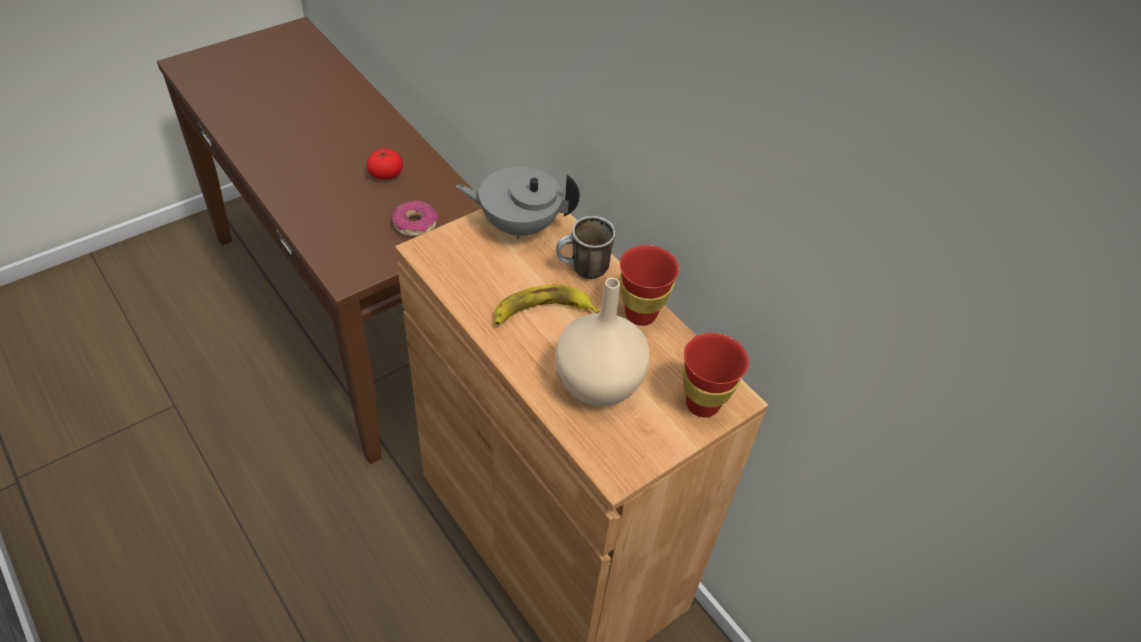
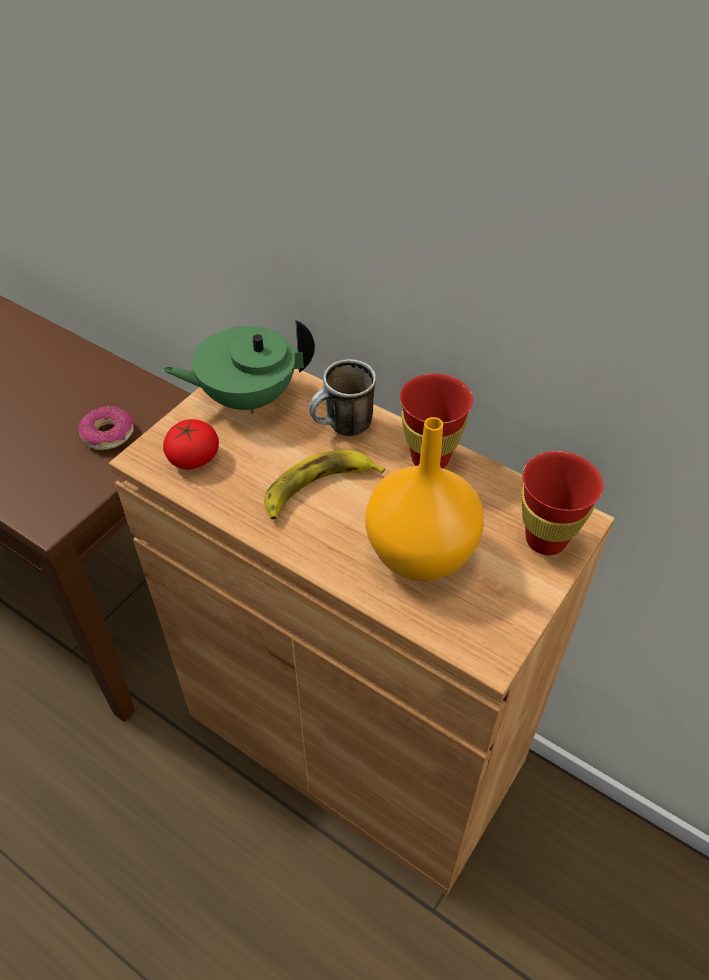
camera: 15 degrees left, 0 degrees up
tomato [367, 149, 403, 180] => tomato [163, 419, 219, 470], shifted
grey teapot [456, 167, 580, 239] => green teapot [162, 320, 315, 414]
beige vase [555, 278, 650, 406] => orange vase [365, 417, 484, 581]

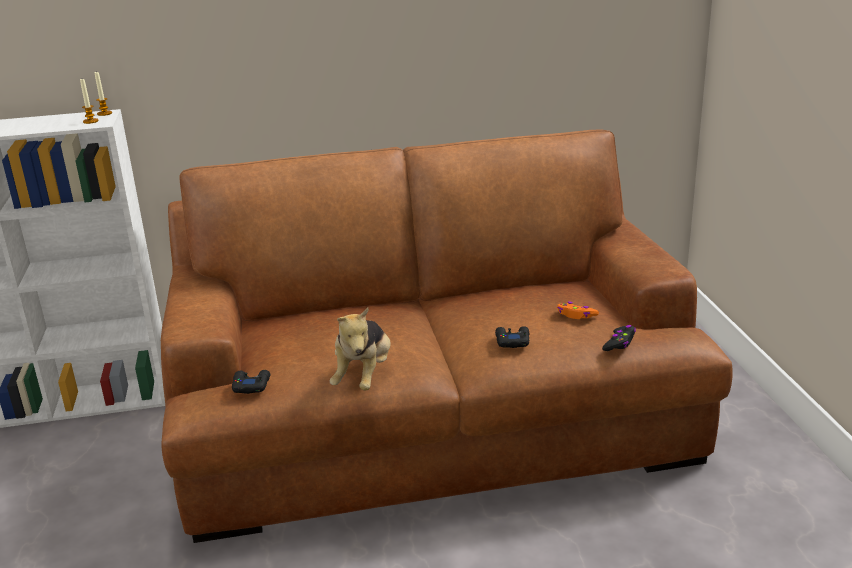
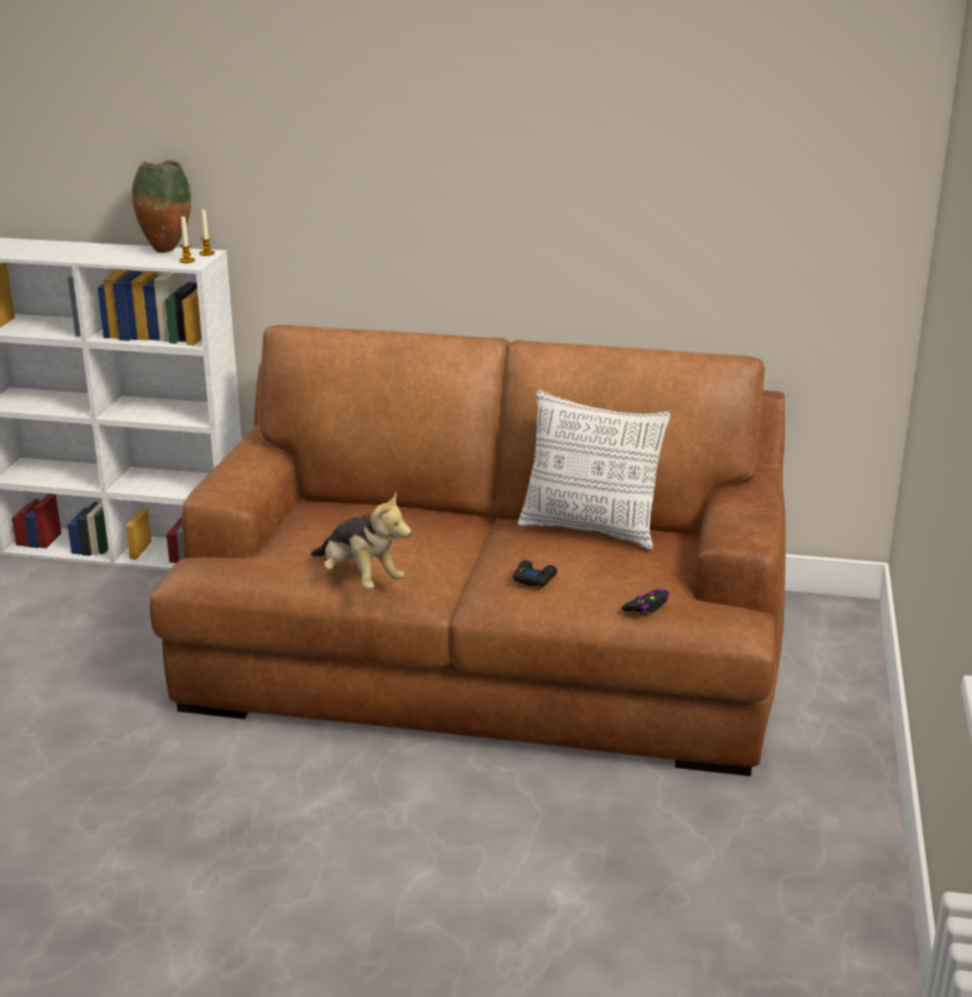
camera: 20 degrees right, 0 degrees up
black game controller [232, 370, 270, 394] => nothing
plush toy [330, 307, 391, 391] => plush toy [311, 492, 412, 589], 75 degrees counterclockwise
orange game controller [557, 301, 599, 319] => nothing
nothing => vase [132, 160, 191, 253]
nothing => pillow [518, 390, 671, 550]

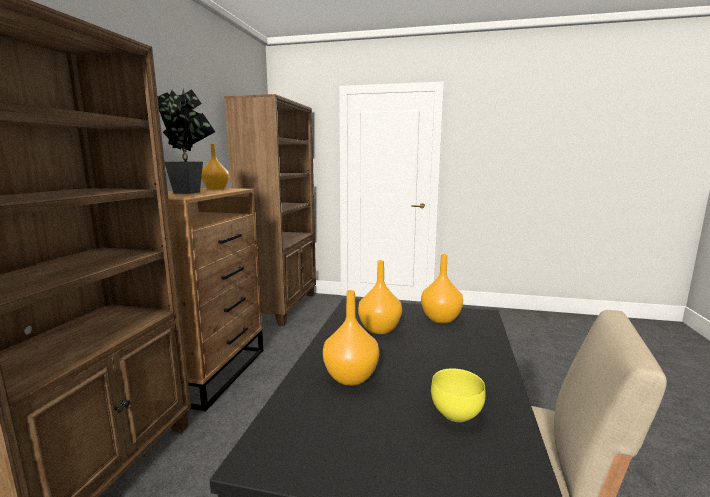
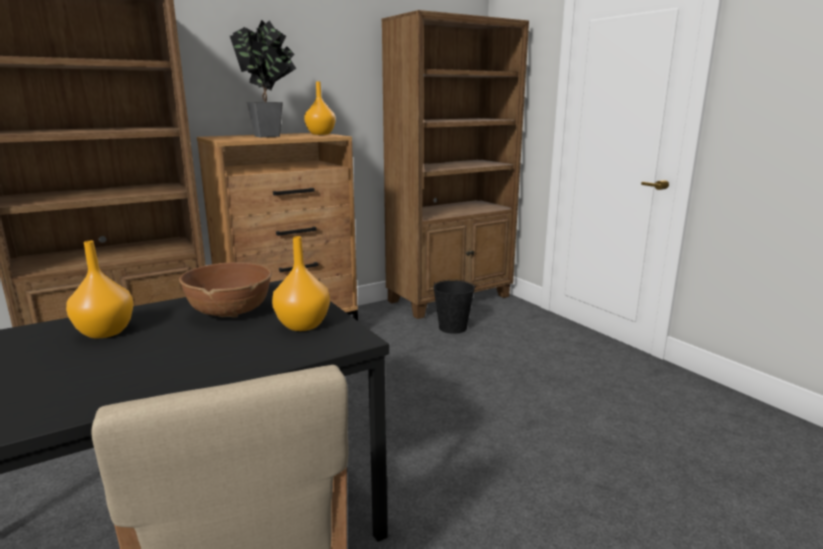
camera: 45 degrees right, 5 degrees up
orange vase [358, 260, 402, 334] => brown bowl [179, 262, 272, 318]
yellow bowl [431, 368, 486, 422] => nothing
nothing => black bucket [433, 280, 475, 334]

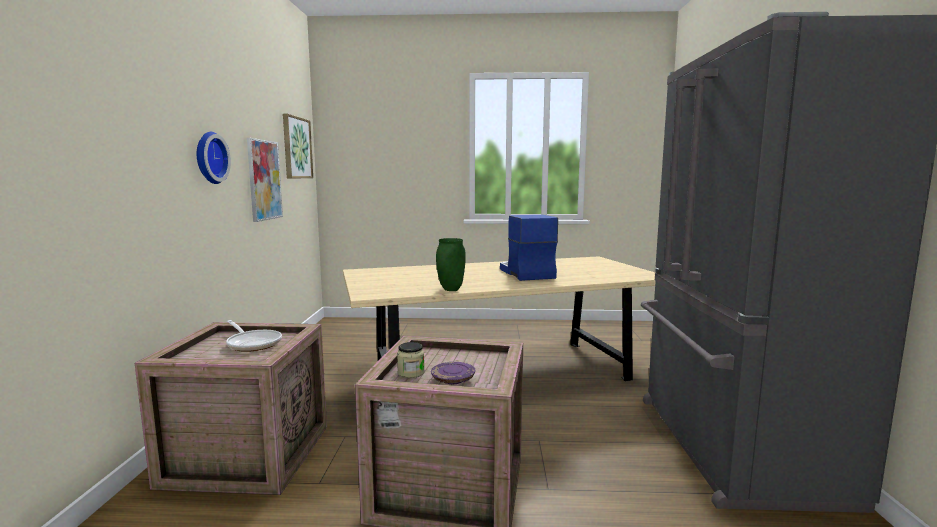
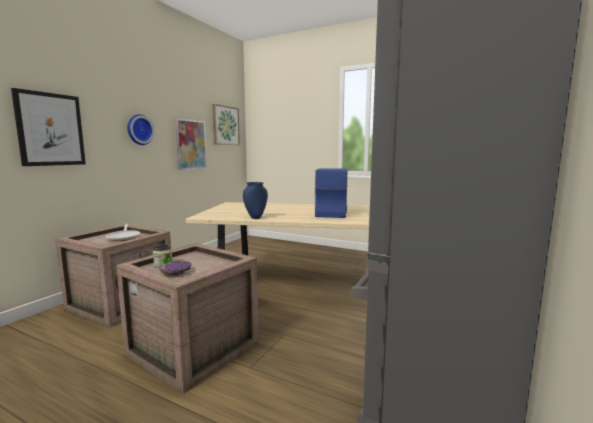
camera: 25 degrees right, 0 degrees up
green vase [436, 238, 466, 291] => blue vase [243, 182, 268, 219]
nothing => picture [11, 88, 86, 166]

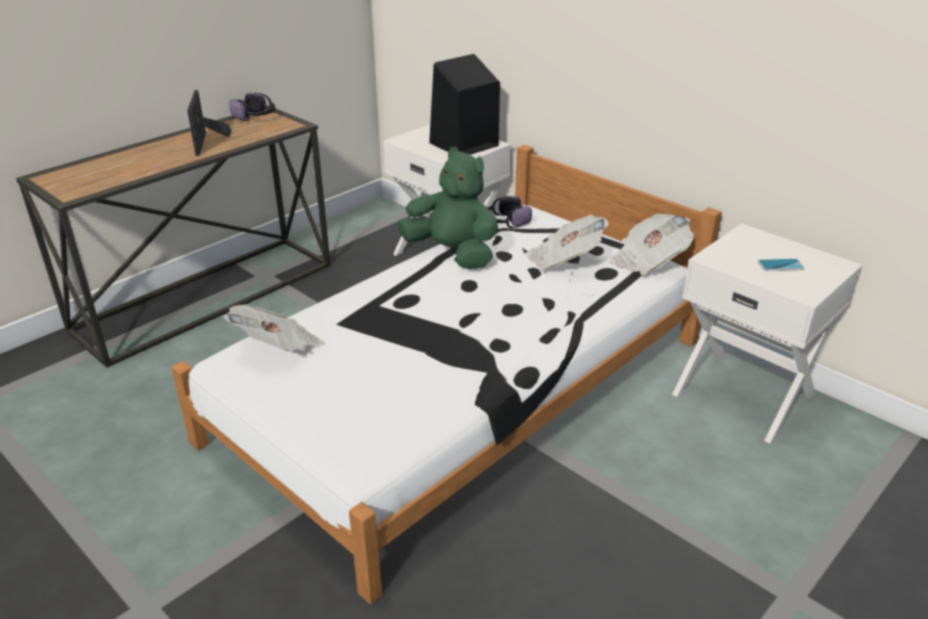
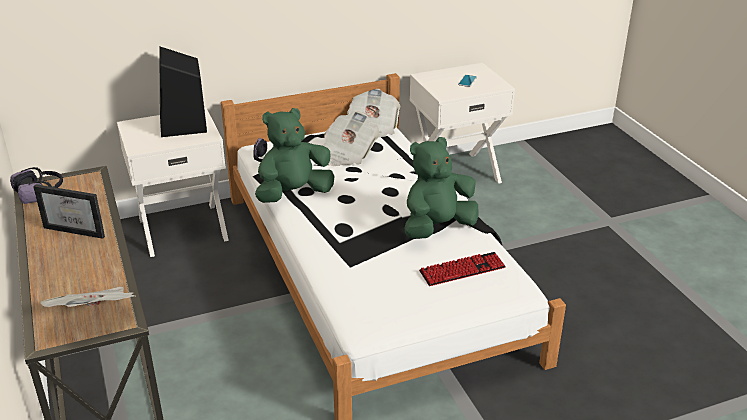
camera: 65 degrees left, 0 degrees up
newspaper [223, 305, 325, 351] => newspaper [41, 287, 135, 307], shifted
nothing => green plush toy [405, 137, 479, 239]
nothing => keyboard [419, 252, 506, 286]

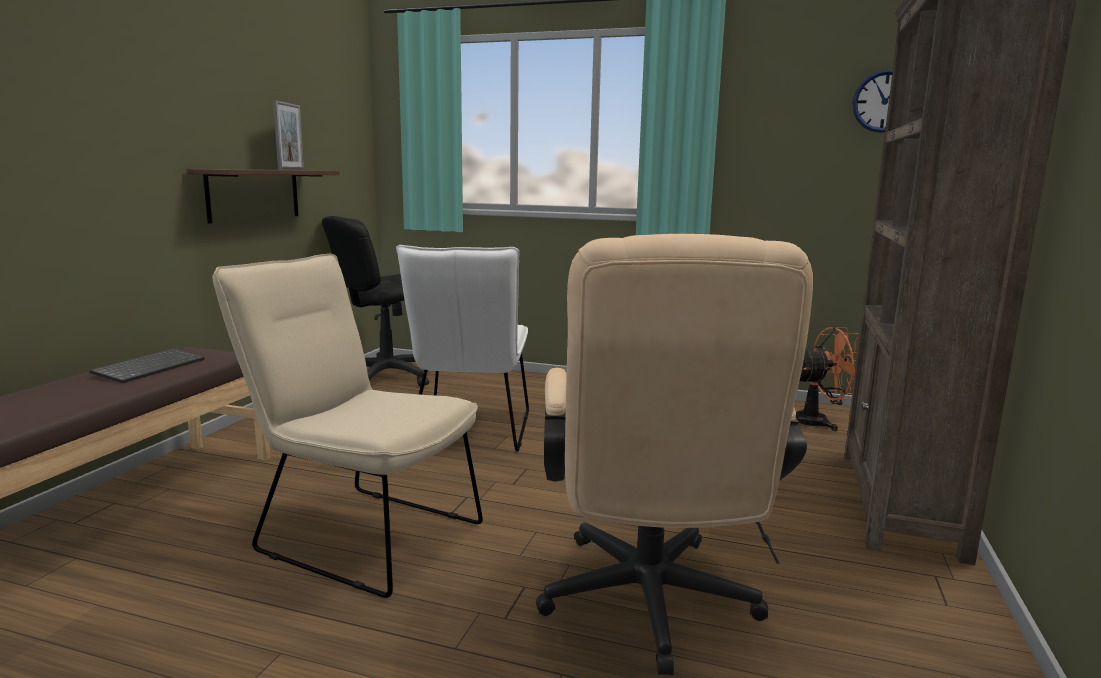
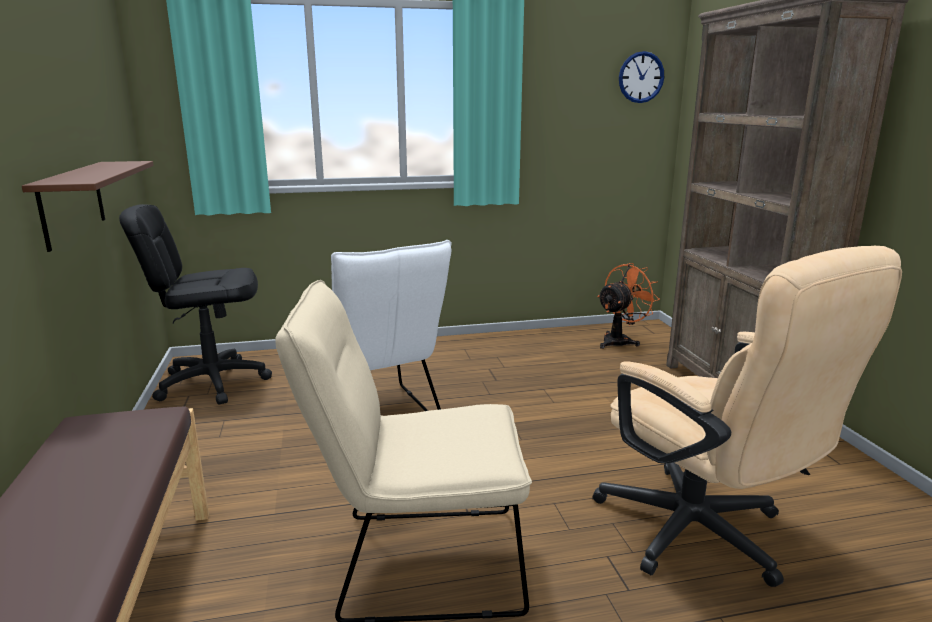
camera: 30 degrees left, 5 degrees up
keyboard [89, 348, 205, 383] => nothing
picture frame [273, 100, 304, 170] => nothing
black office chair [322, 216, 429, 386] => black office chair [119, 204, 272, 405], 60 degrees clockwise

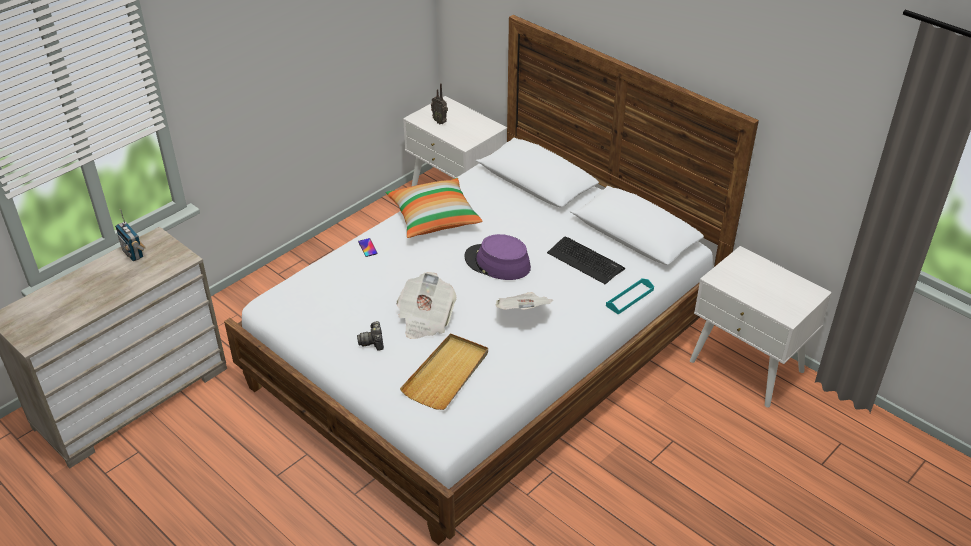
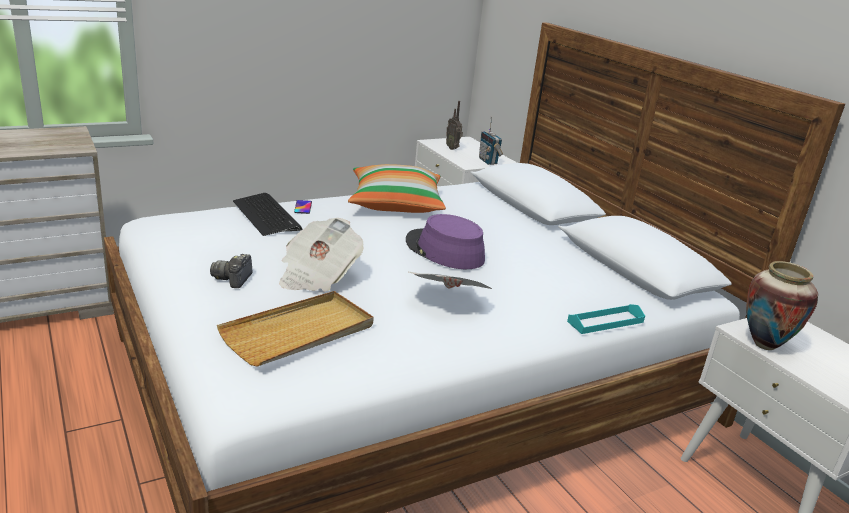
camera: 15 degrees right, 15 degrees down
radio [115, 209, 146, 261] => radio [479, 117, 503, 165], shifted
keyboard [547, 236, 625, 284] => keyboard [233, 193, 302, 236], shifted
nothing => vase [746, 261, 818, 350]

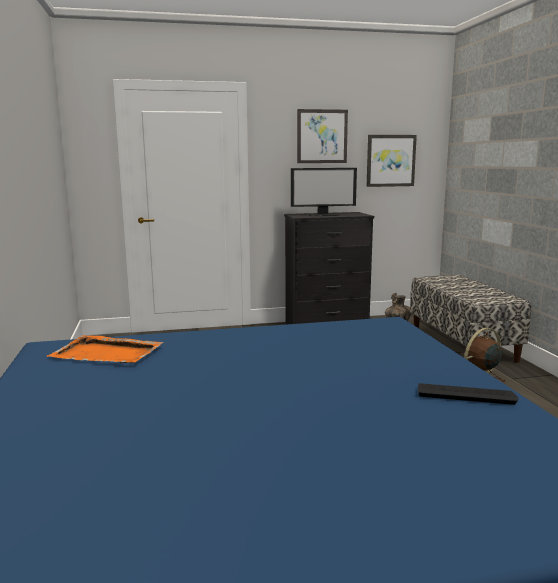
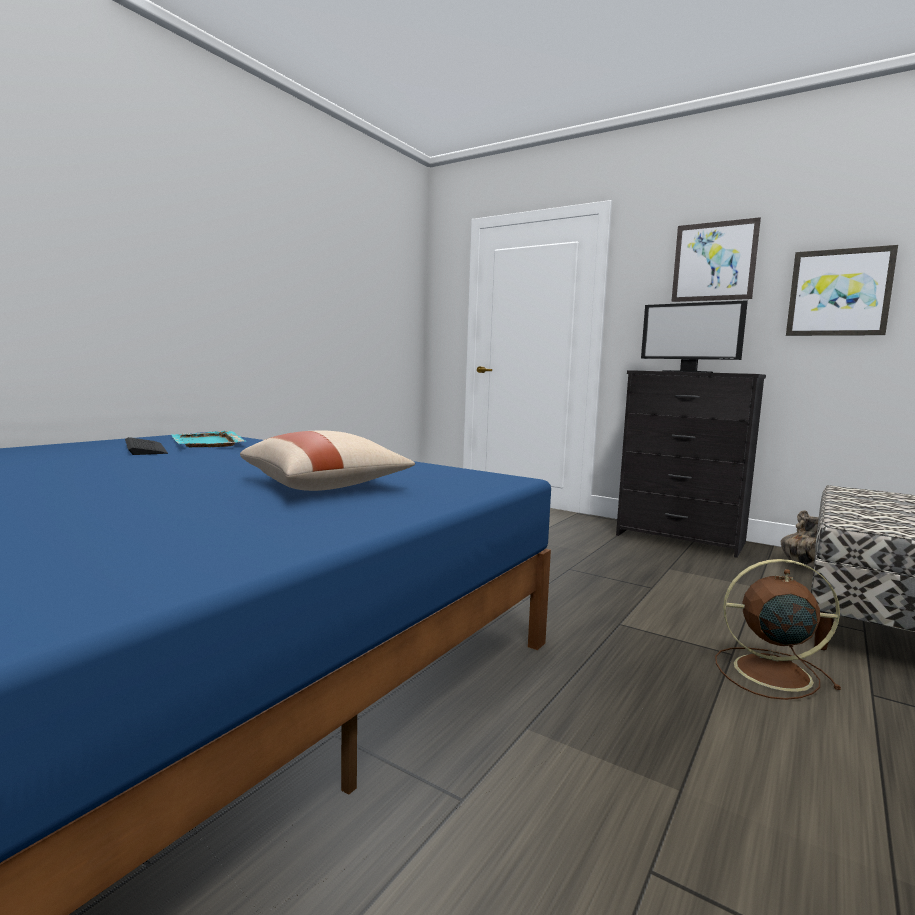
camera: 45 degrees right, 5 degrees down
orange tray [47, 335, 164, 363] => turquoise tray [171, 431, 245, 447]
keyboard [418, 383, 518, 405] => keyboard [125, 437, 168, 455], shifted
nothing => beige pillow [240, 430, 415, 491]

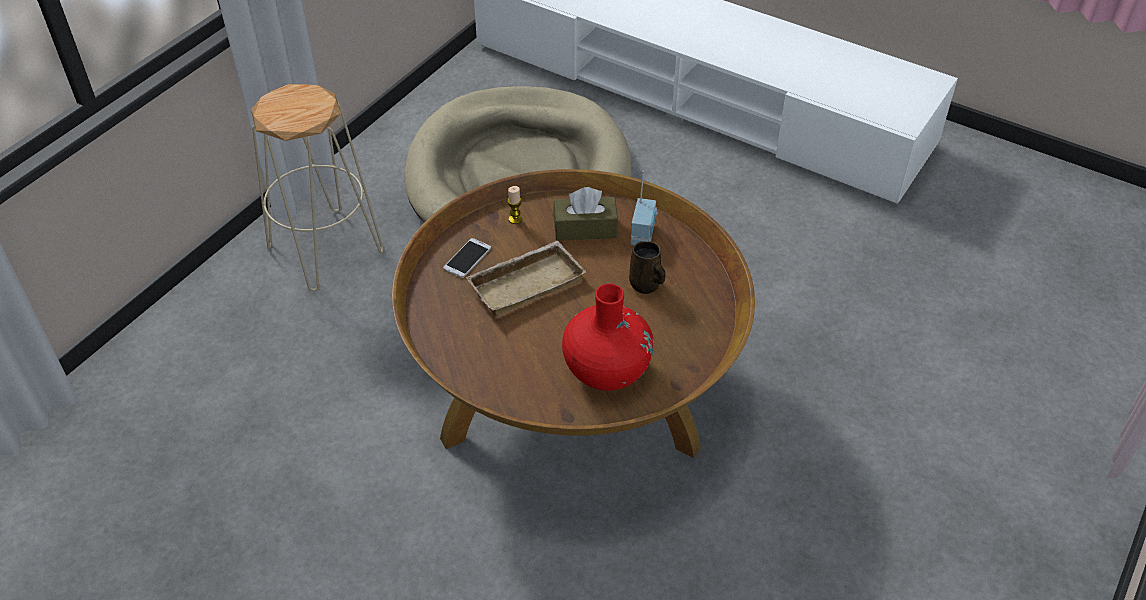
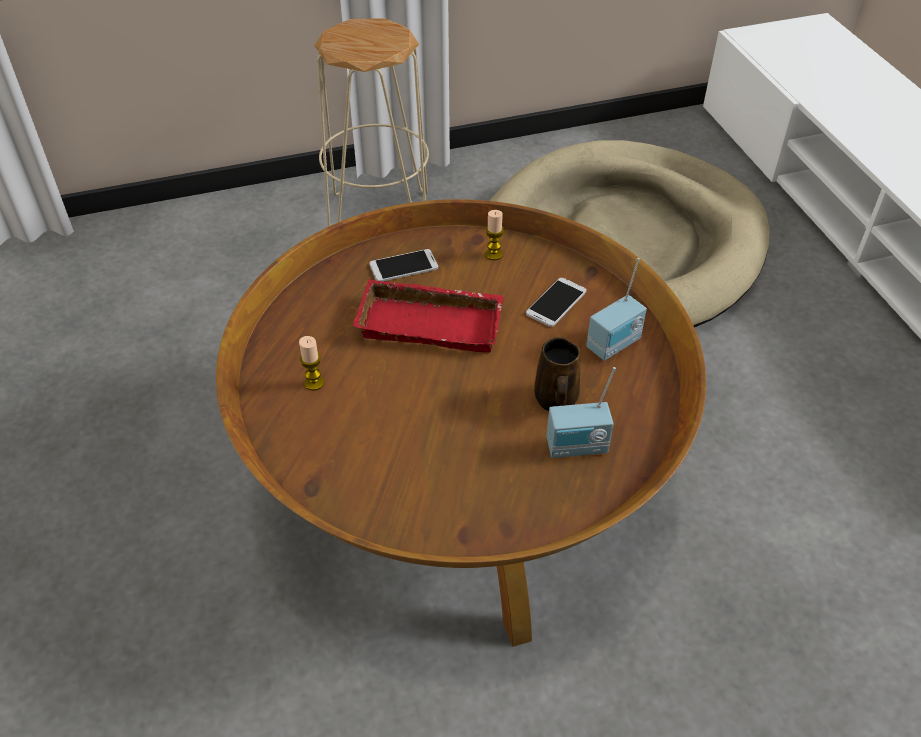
camera: 40 degrees right, 0 degrees up
beige tray [465, 241, 586, 316] => red tray [353, 279, 504, 353]
brown tissue box [553, 187, 618, 241] => phone [526, 277, 587, 327]
red vase [562, 283, 654, 391] => nothing
nothing => candle [299, 336, 324, 391]
nothing => radio [547, 367, 616, 458]

